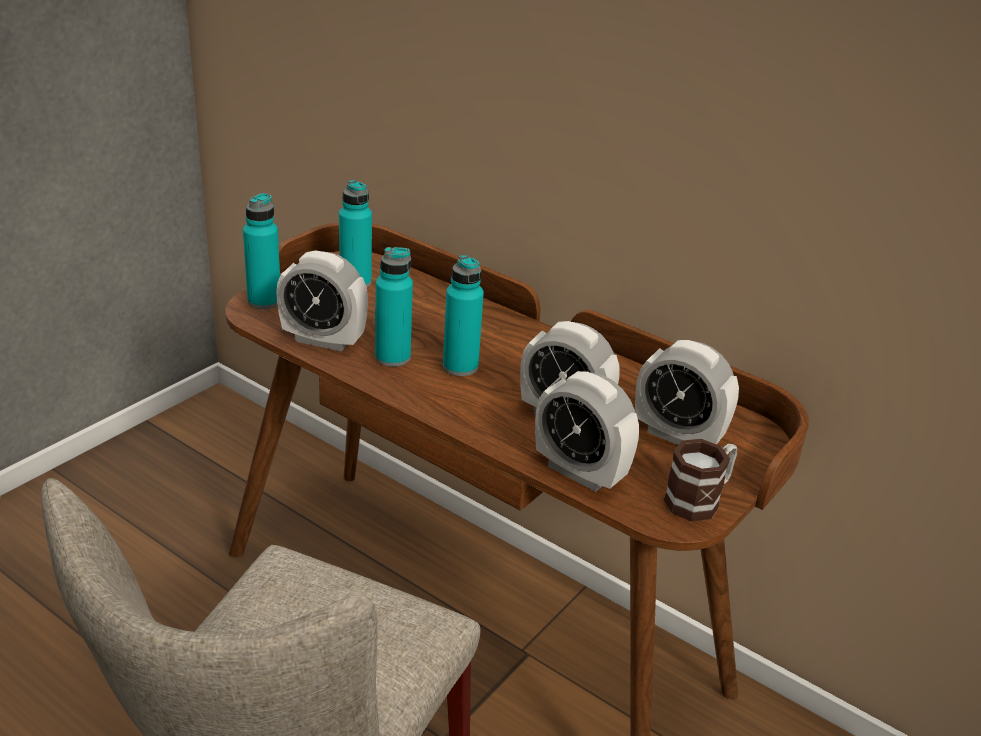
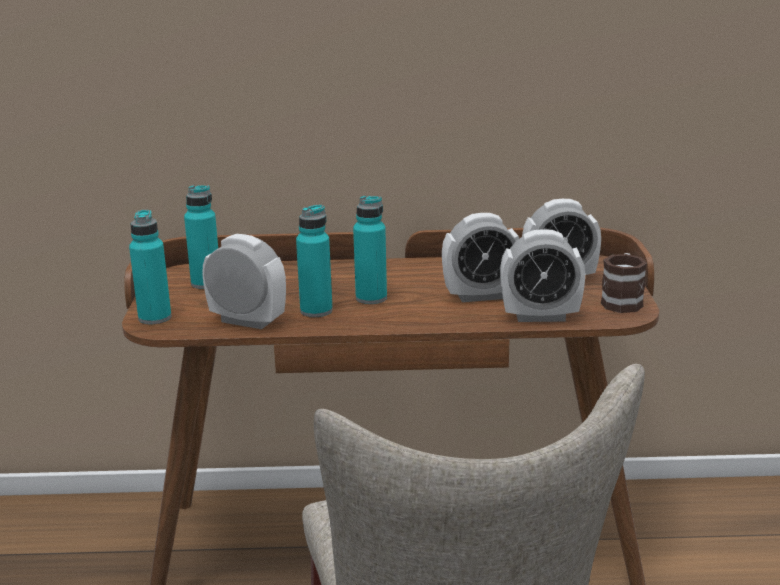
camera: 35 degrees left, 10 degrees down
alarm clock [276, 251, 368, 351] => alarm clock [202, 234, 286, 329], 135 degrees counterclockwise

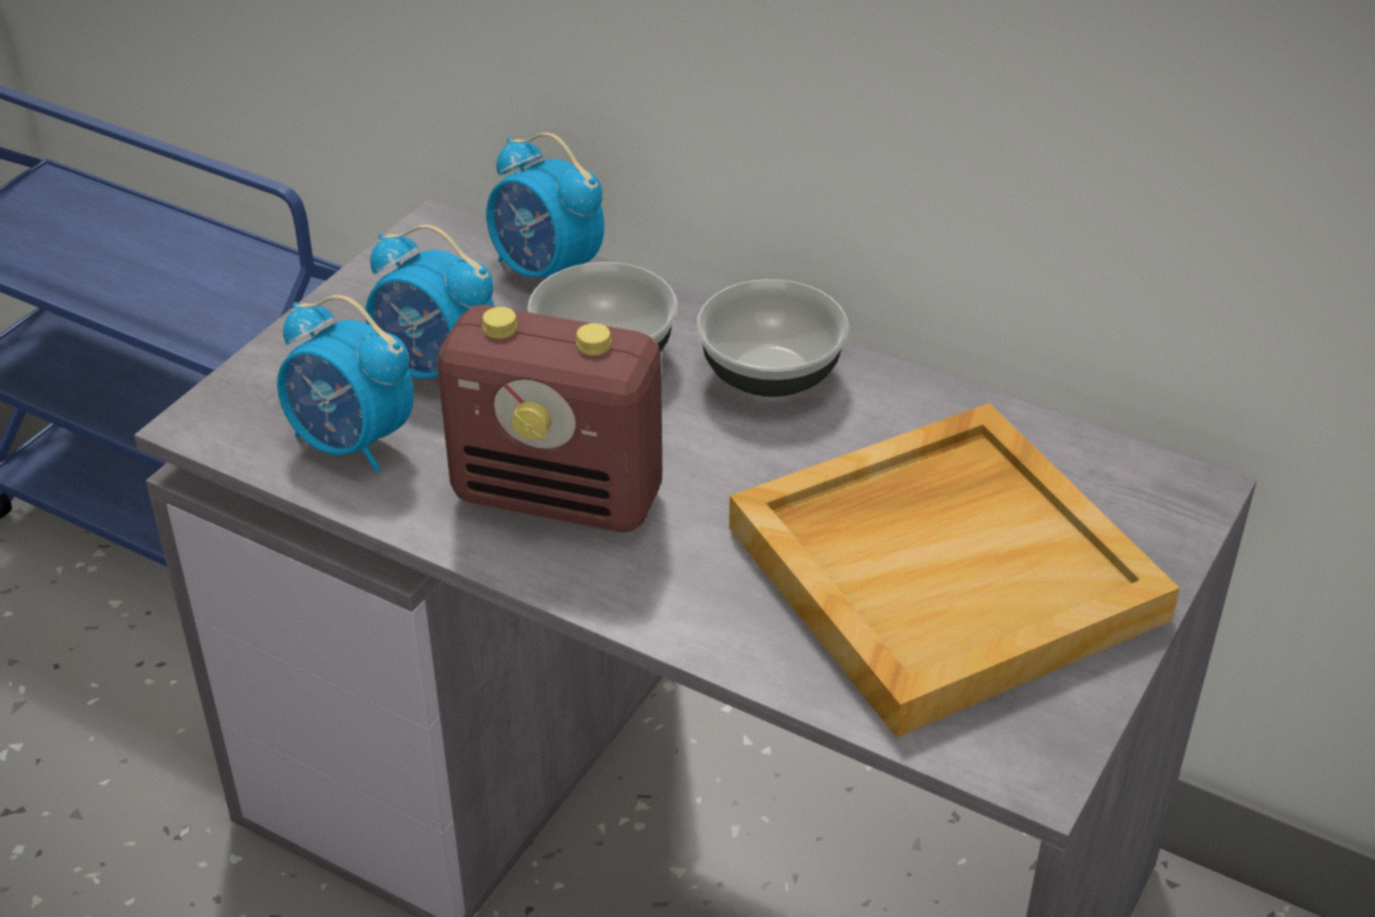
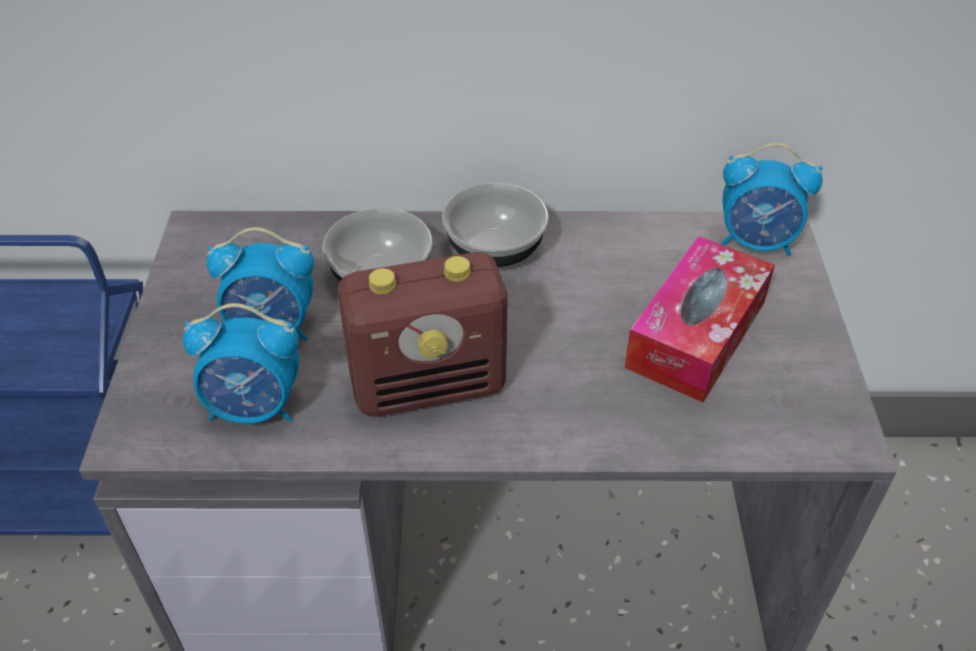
camera: 30 degrees left, 5 degrees up
alarm clock [486, 133, 604, 277] => alarm clock [720, 143, 823, 256], shifted
beige tray [729, 403, 1180, 737] => tissue box [624, 236, 775, 402]

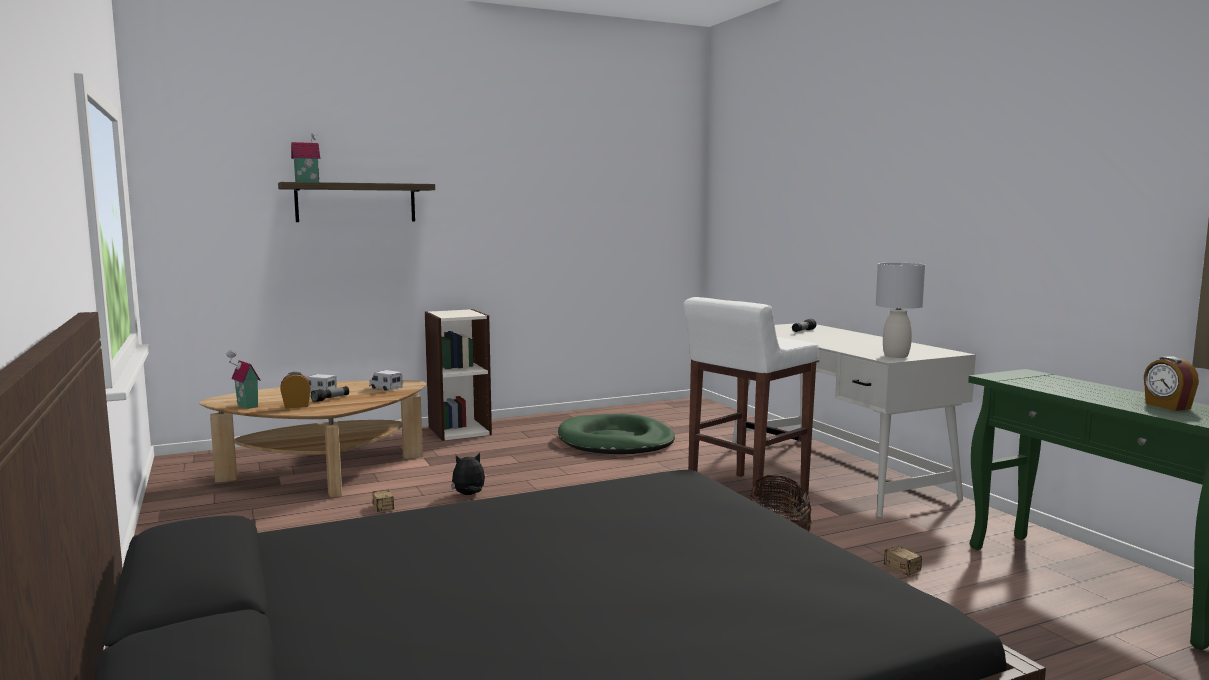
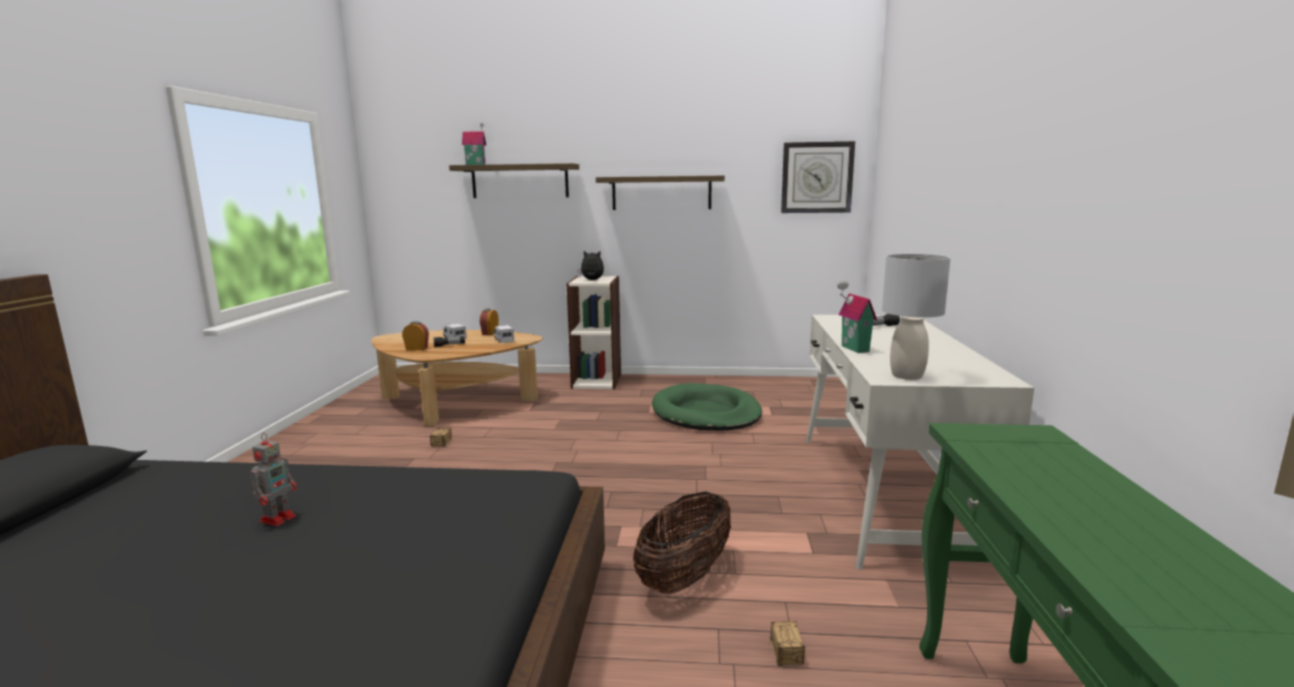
camera: 30 degrees right, 5 degrees up
toy house [226, 350, 261, 409] => toy house [837, 281, 877, 353], shifted
plush toy [451, 453, 485, 495] => plush toy [578, 250, 604, 280], shifted
white stool [684, 297, 819, 495] => nothing
alarm clock [1144, 356, 1199, 411] => alarm clock [480, 309, 499, 336], shifted
nothing => toy robot [250, 433, 297, 526]
nothing => shelf [596, 176, 725, 210]
nothing => wall clock [781, 141, 855, 213]

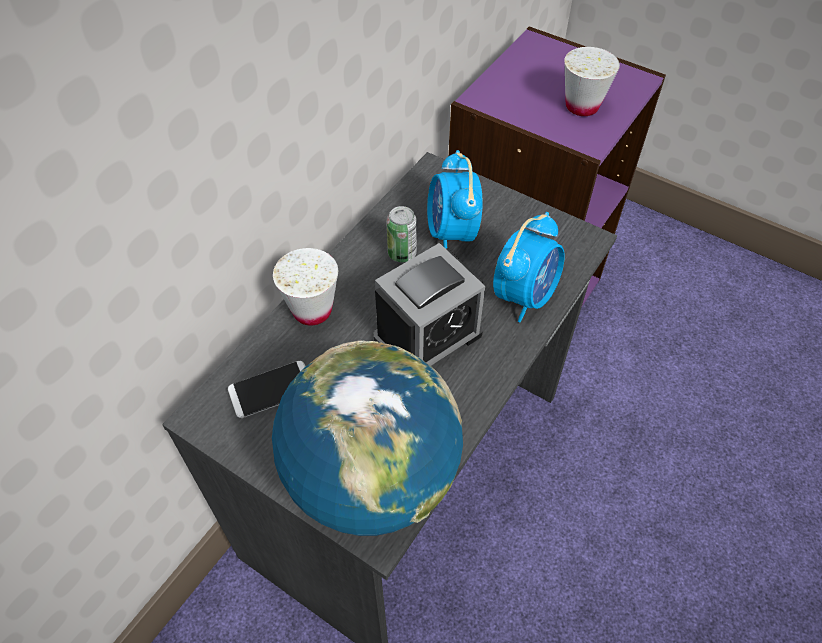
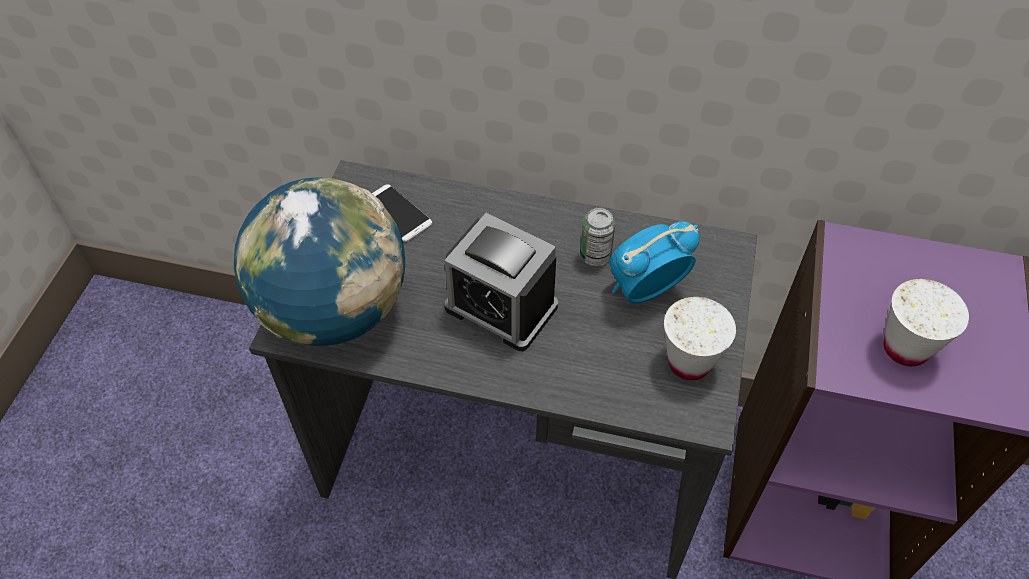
camera: 70 degrees right, 0 degrees up
white cup [273, 248, 338, 326] => white cup [664, 297, 736, 380], shifted
alarm clock [493, 212, 565, 322] => nothing

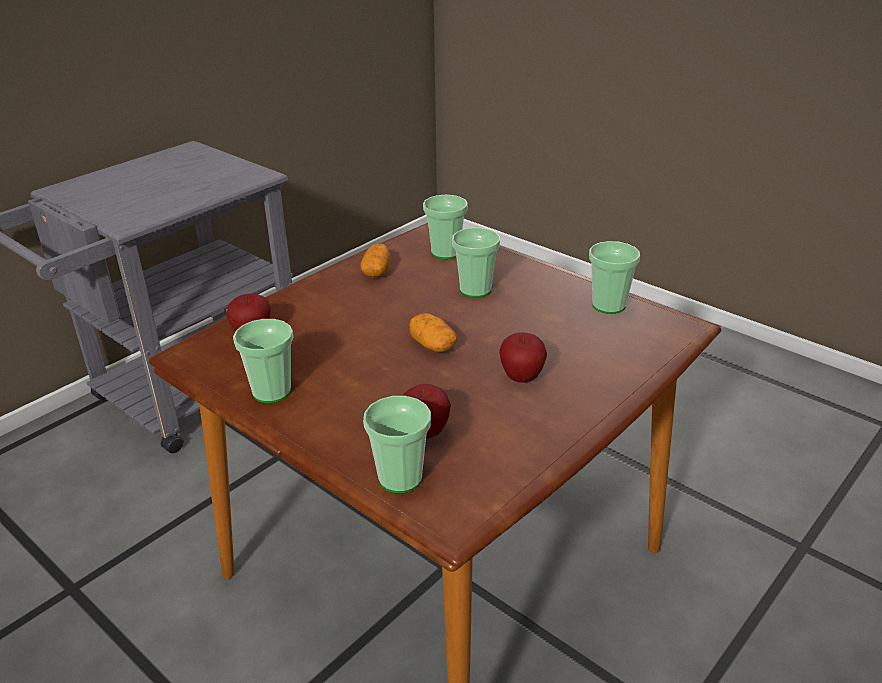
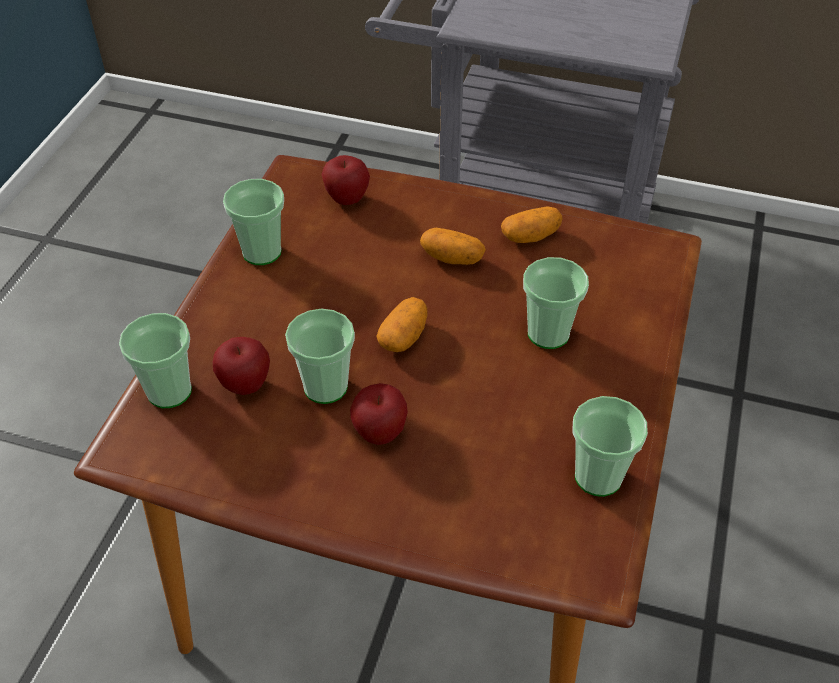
camera: 65 degrees right, 15 degrees up
cup [423, 195, 468, 259] => cup [285, 309, 355, 404], shifted
nothing => potato [420, 228, 486, 265]

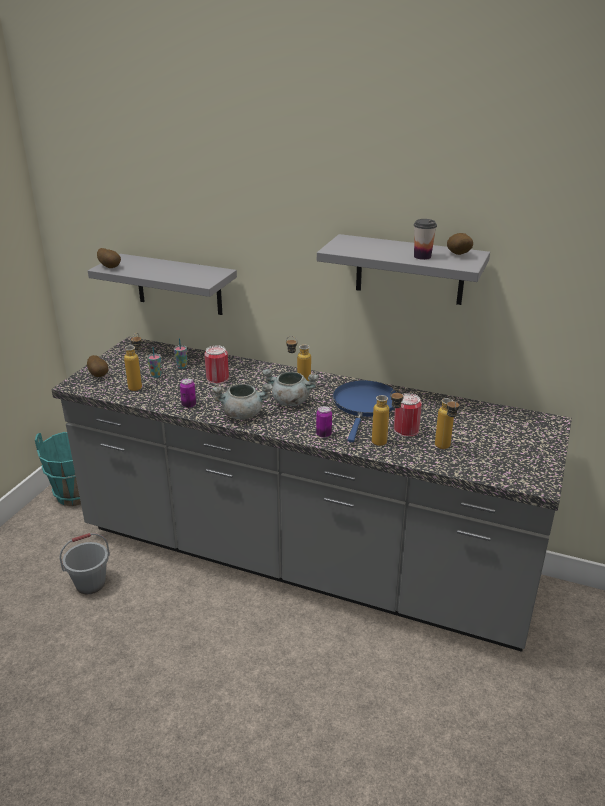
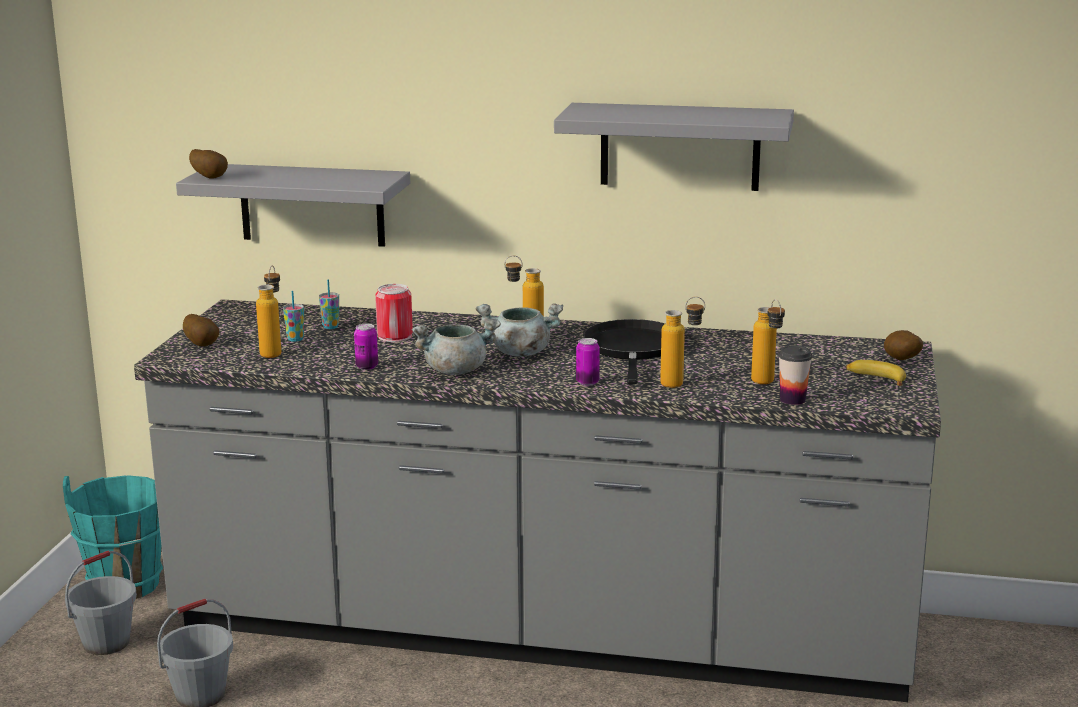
camera: 10 degrees left, 10 degrees down
blue frying pan [333, 380, 397, 442] => black frying pan [583, 319, 665, 385]
can [394, 393, 422, 437] => nothing
cup [414, 219, 437, 260] => cup [778, 345, 813, 405], shifted
potato [447, 233, 473, 255] => potato [884, 330, 923, 360], shifted
nothing => grey bucket [65, 551, 137, 655]
nothing => banana [846, 360, 906, 386]

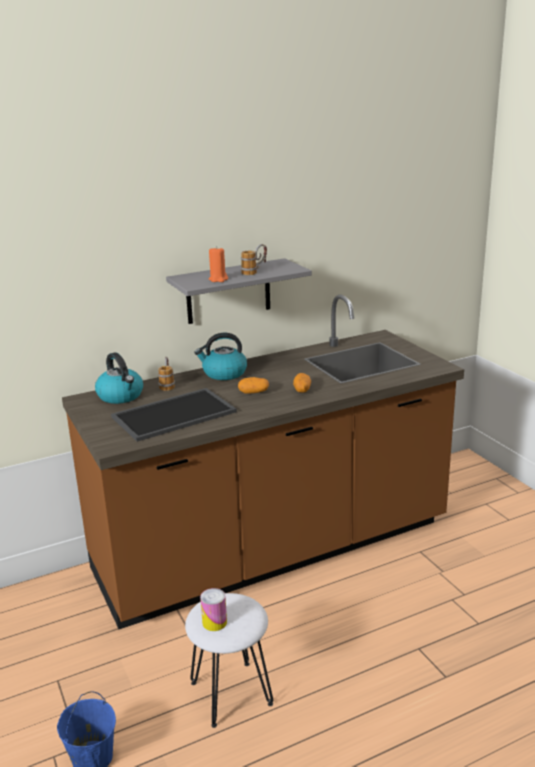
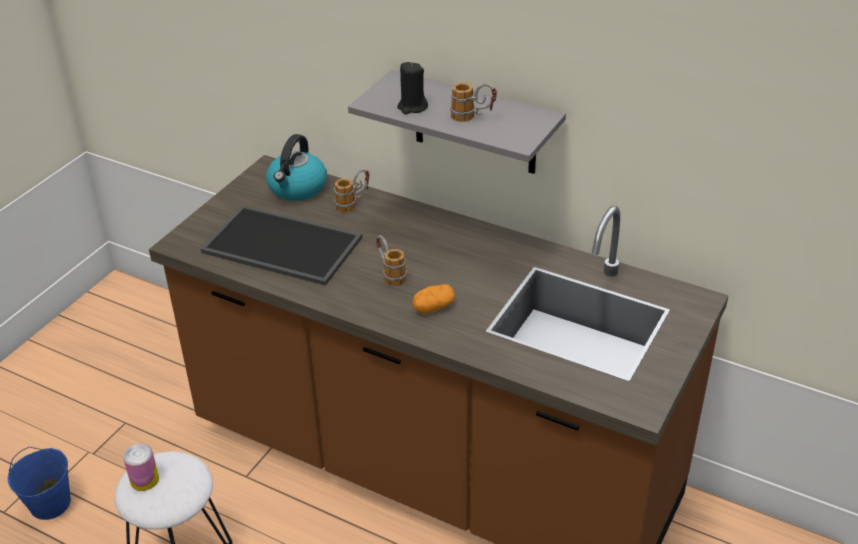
camera: 55 degrees right, 15 degrees up
kettle [194, 333, 247, 380] => nothing
orange candle [209, 246, 228, 282] => black candle [397, 62, 428, 114]
potato [238, 377, 269, 394] => mug [376, 235, 407, 286]

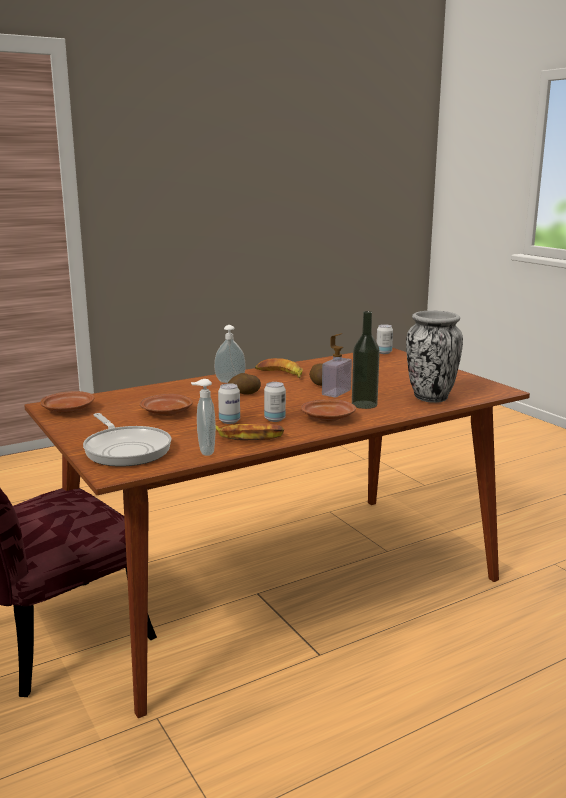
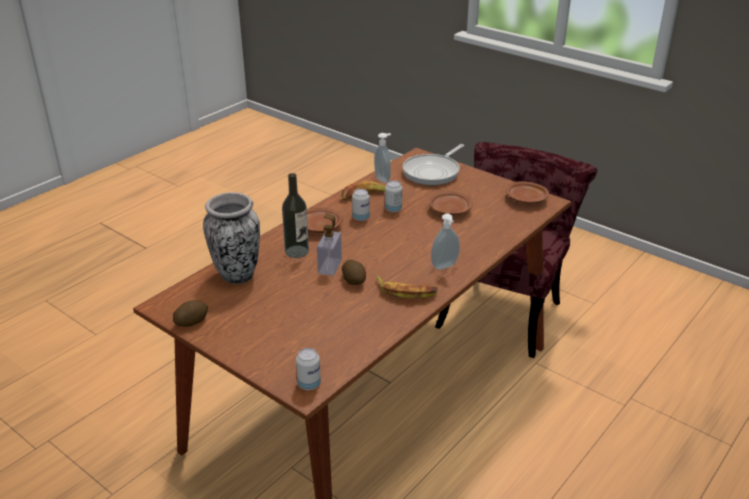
camera: 160 degrees right, 15 degrees up
frying pan [83, 413, 171, 467] => frying pan [402, 144, 464, 185], 90 degrees counterclockwise
potato [228, 373, 261, 395] => potato [173, 300, 208, 327], shifted

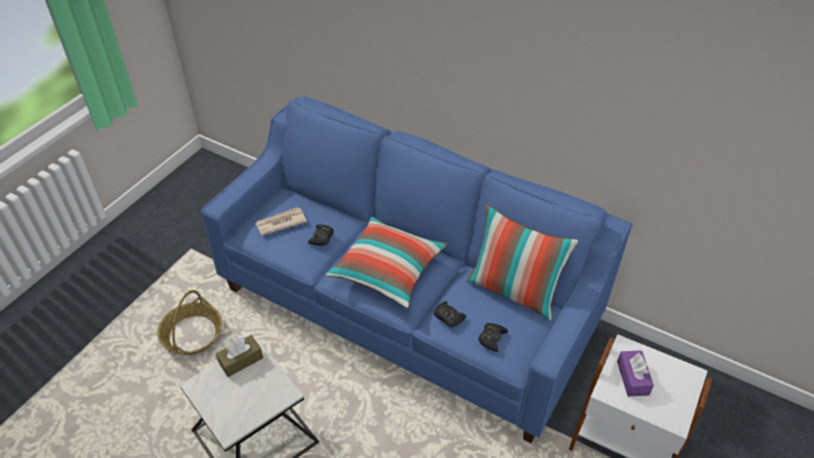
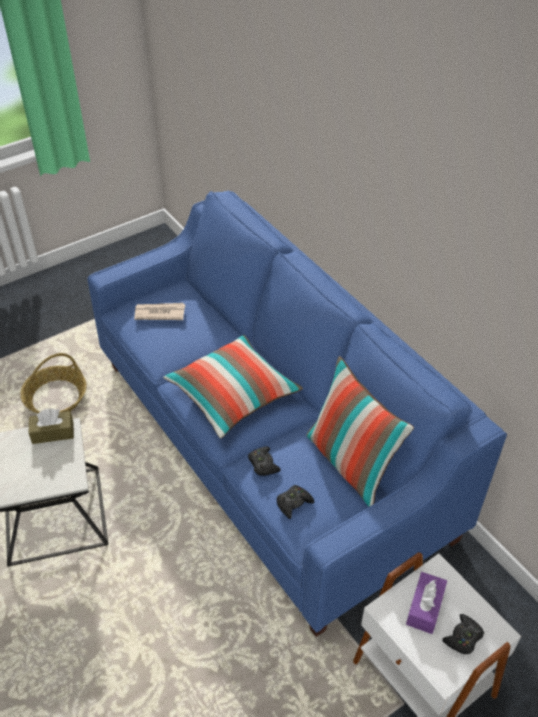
camera: 25 degrees right, 0 degrees up
black game controller [308, 224, 334, 246] => black game controller [442, 614, 484, 654], shifted

